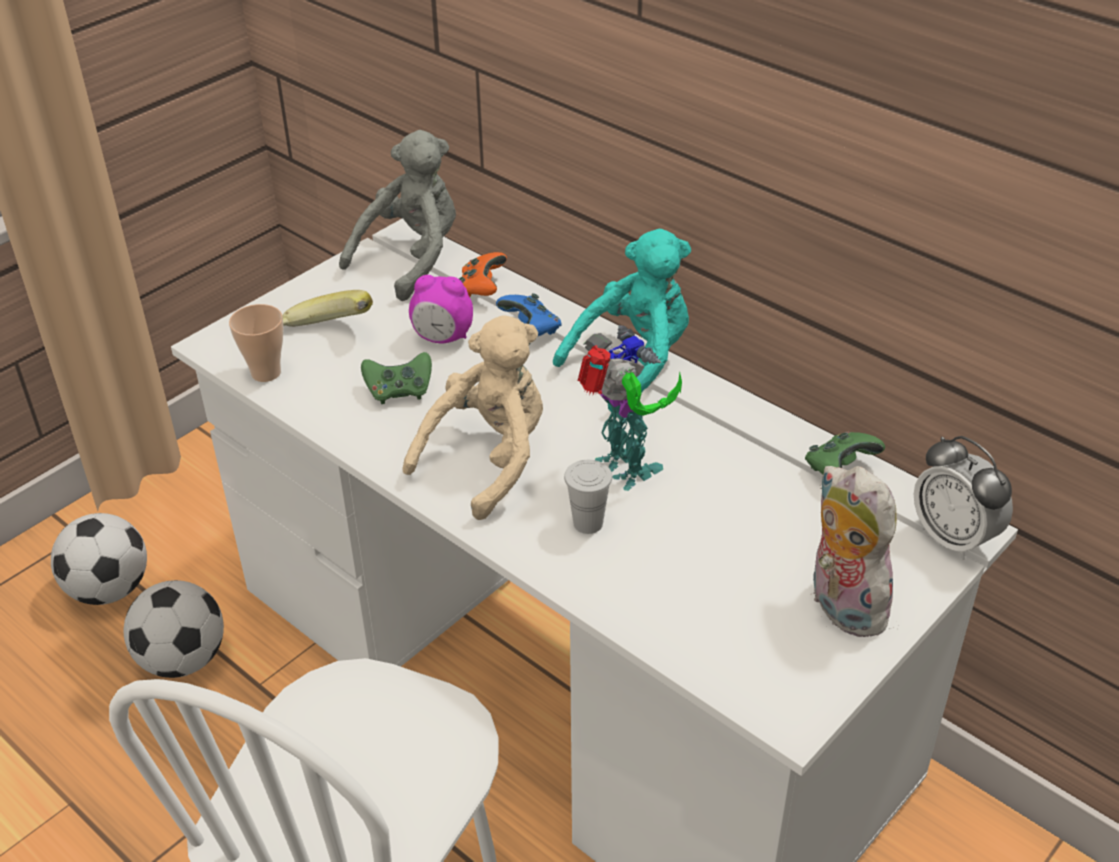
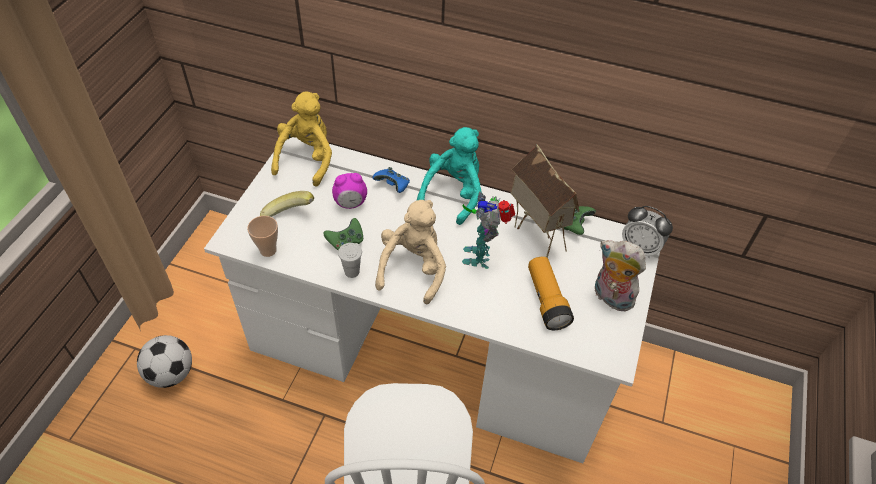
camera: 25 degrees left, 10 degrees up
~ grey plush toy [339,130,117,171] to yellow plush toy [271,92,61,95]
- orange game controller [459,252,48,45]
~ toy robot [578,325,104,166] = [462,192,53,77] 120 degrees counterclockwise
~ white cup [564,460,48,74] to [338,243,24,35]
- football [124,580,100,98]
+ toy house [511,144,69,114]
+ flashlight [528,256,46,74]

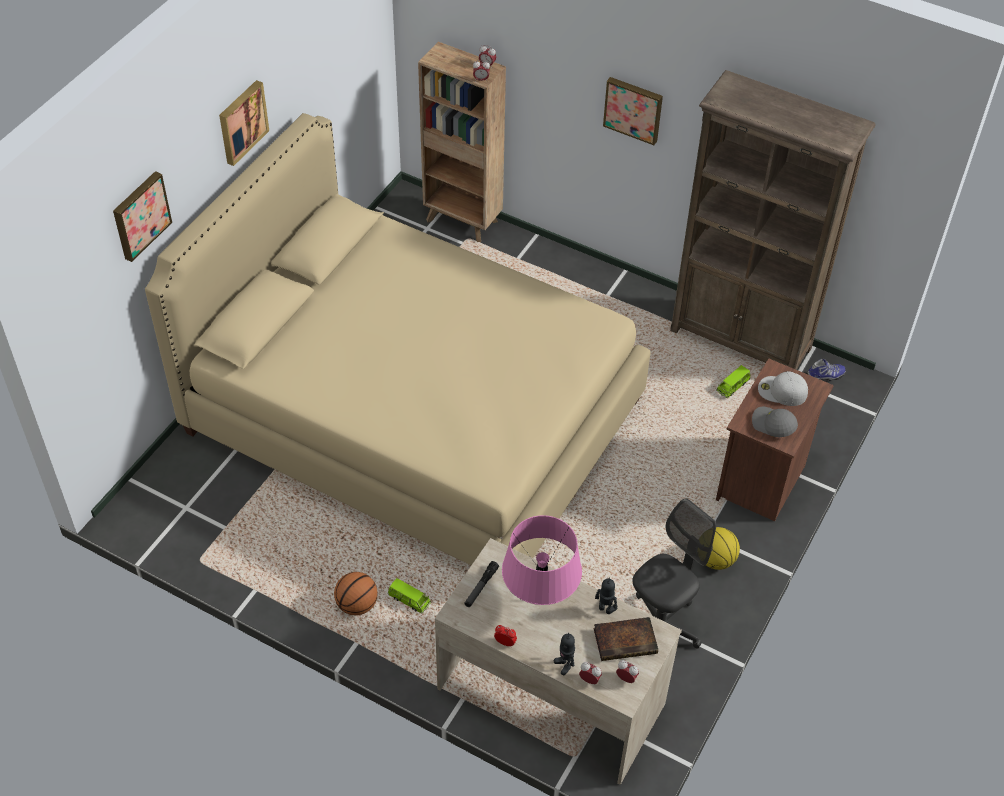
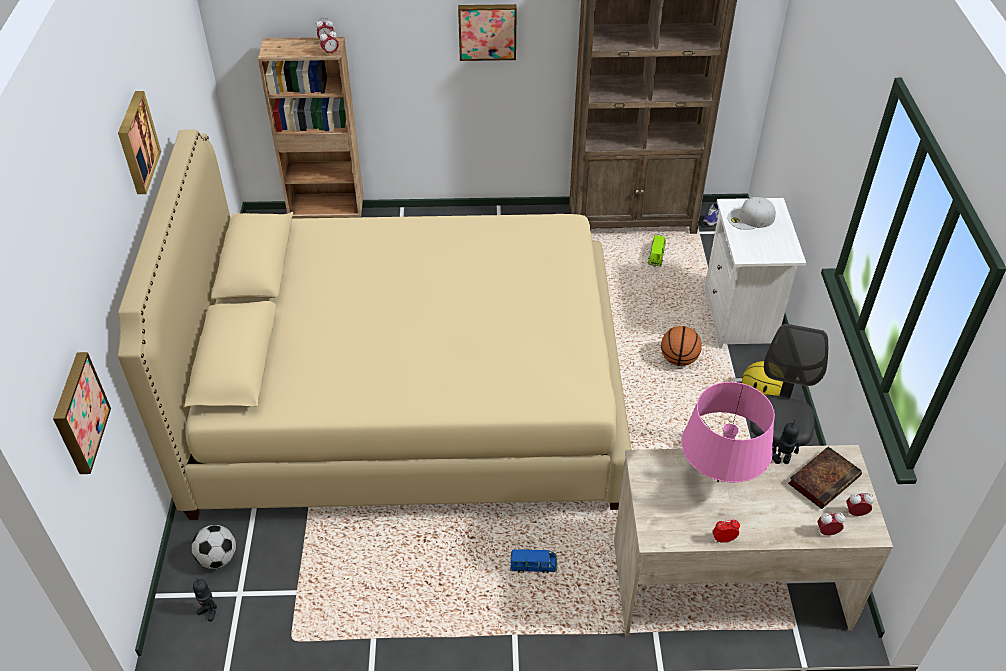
camera: 30 degrees left, 5 degrees down
~ picture [113,171,59,91] to [53,352,58,122]
~ brown nightstand [716,358,118,163] to white nightstand [704,198,102,150]
- grey cap [752,406,46,31]
- flashlight [464,561,35,46]
~ basketball [334,572,44,43] to [661,326,41,40]
~ green toy car [388,578,43,35] to blue toy car [510,549,47,24]
~ toy robot [554,633,21,42] to [193,578,24,44]
+ football [192,525,44,44]

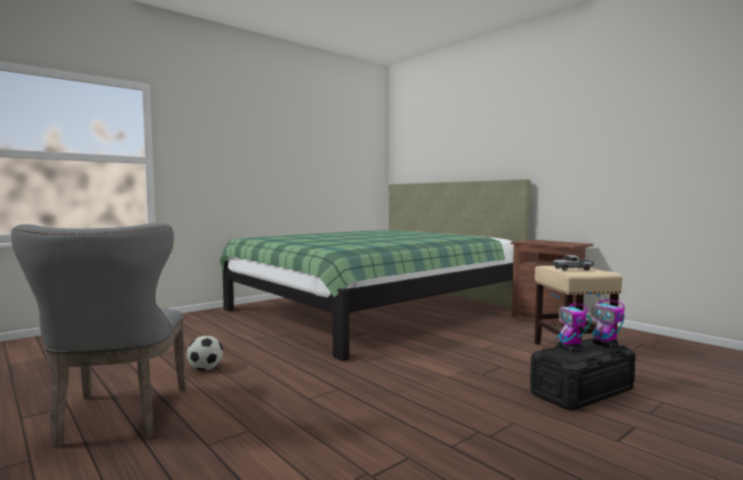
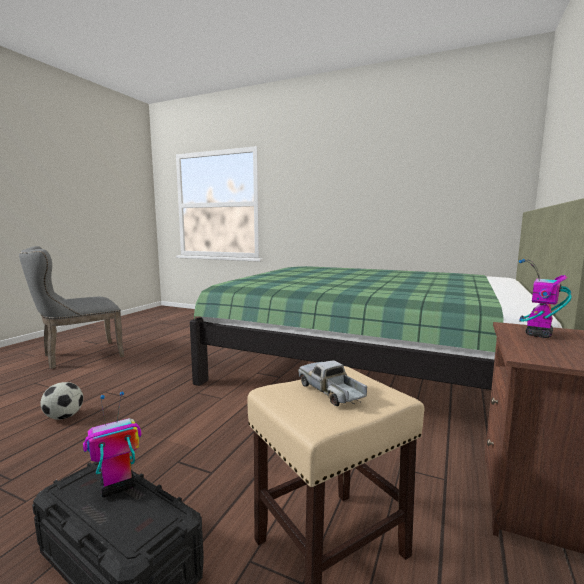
camera: 65 degrees right, 5 degrees up
~ toy robot [588,292,37,56] to [518,259,54,79]
~ football [187,336,36,34] to [41,382,42,38]

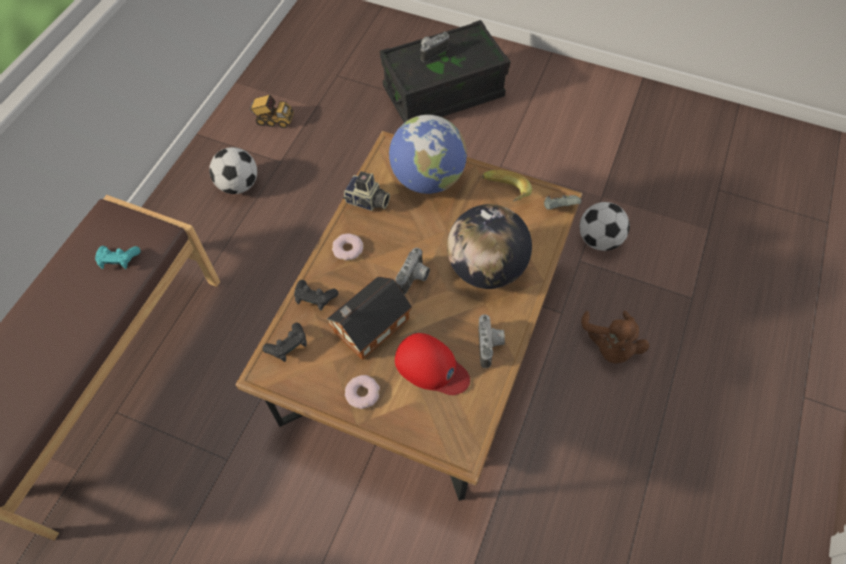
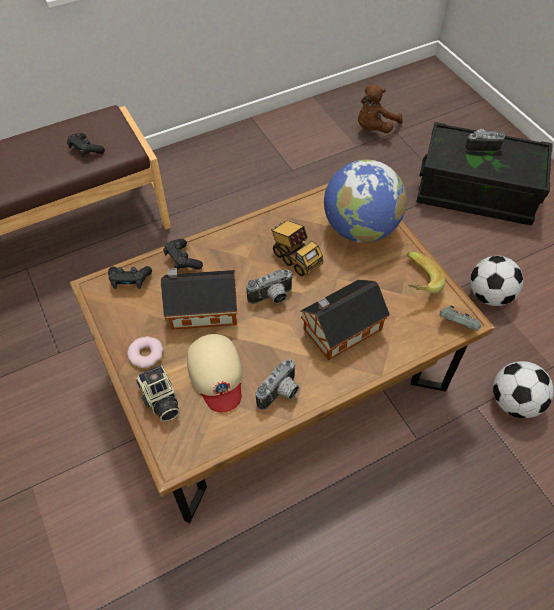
camera: 40 degrees right, 5 degrees down
~ toy truck [249,95,45,33] to [271,221,52,56]
~ football [209,147,48,47] to [470,256,53,50]
~ photo camera [343,171,47,40] to [136,365,44,57]
~ globe [447,204,85,85] to toy house [300,280,90,80]
- donut [332,233,32,27]
~ turquoise game controller [95,246,46,23] to black game controller [67,133,38,25]
~ brown plush toy [581,311,68,52] to [358,84,45,49]
~ red cap [395,333,75,62] to beige cap [187,334,56,78]

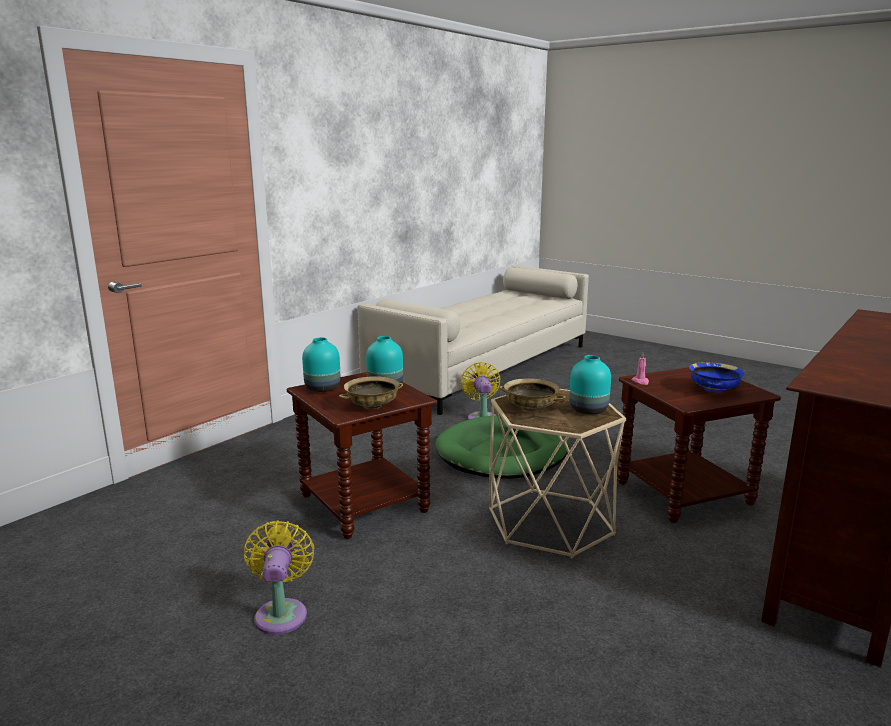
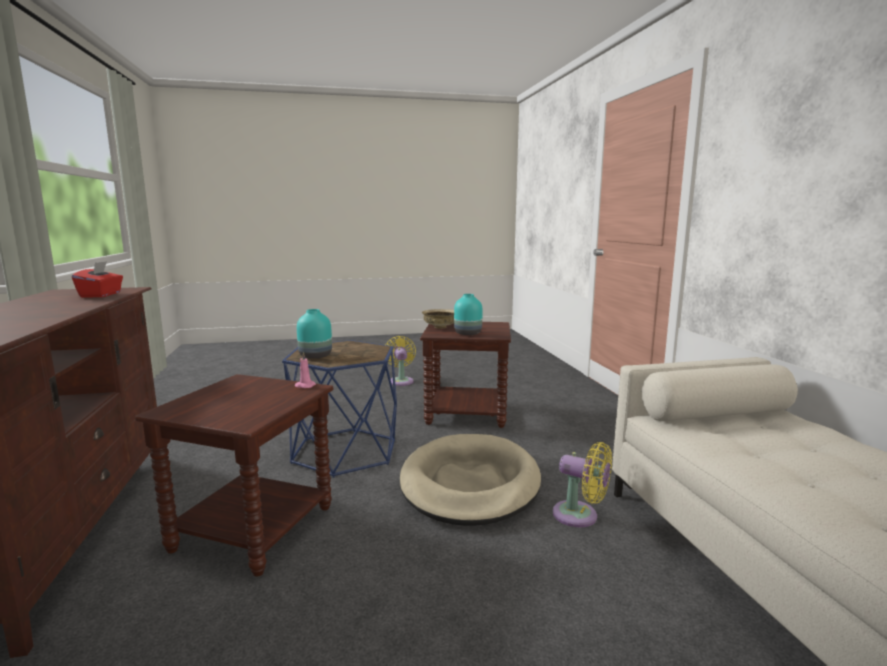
camera: 130 degrees right, 5 degrees down
- turquoise vase [302,337,38,55]
- blue bowl [689,362,56,31]
- beige bowl [499,378,67,34]
~ beige side table [489,389,137,170] to blue side table [282,340,115,138]
~ green dog bed [435,415,134,64] to beige dog bed [400,434,141,92]
~ yellow fan [244,521,70,114] = [386,336,30,50] 135 degrees counterclockwise
+ red tissue box [72,261,51,37]

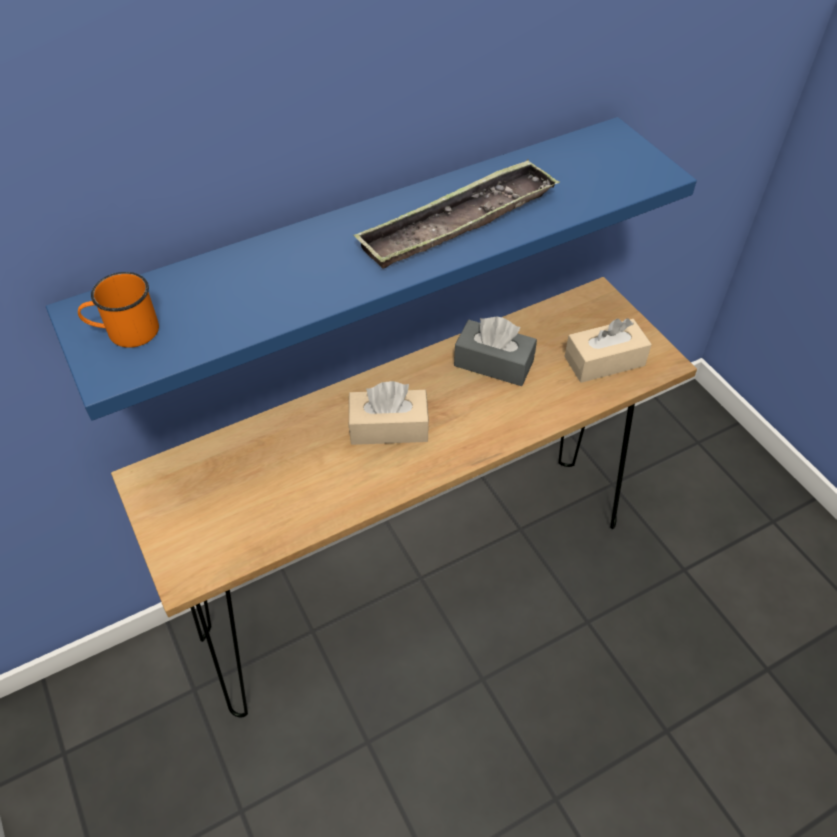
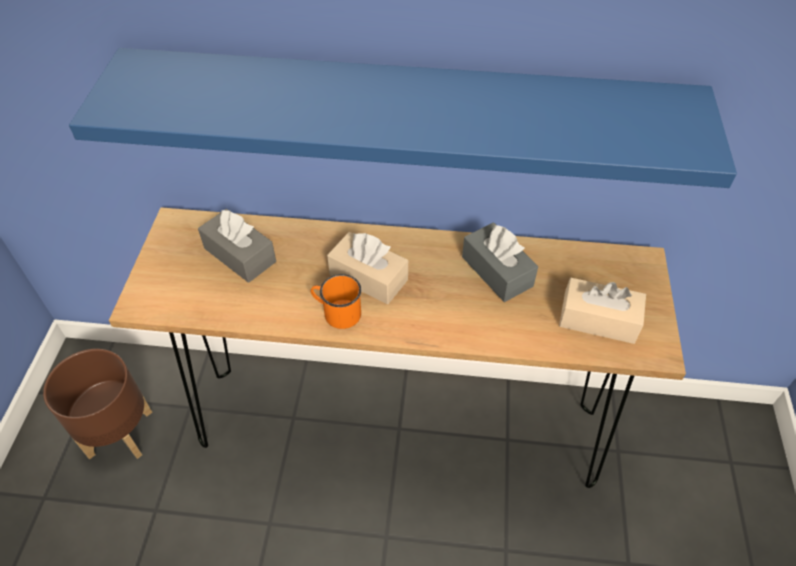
camera: 35 degrees right, 0 degrees up
- tray [353,159,207,110]
~ orange mug [78,272,81,76] to [310,274,51,55]
+ grey tissue box [198,209,78,74]
+ brown planter [43,349,109,110]

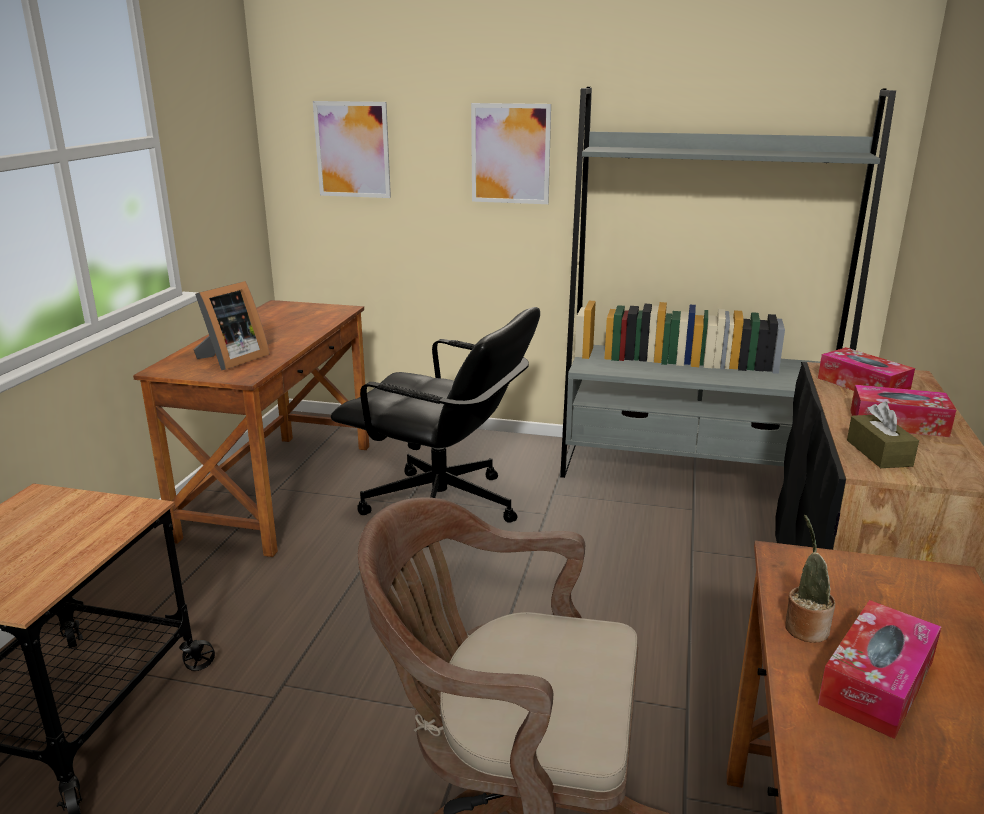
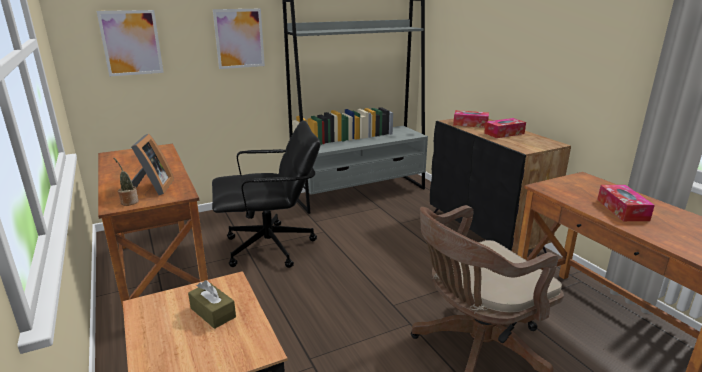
camera: 40 degrees left, 0 degrees up
~ brown tissue box [847,402,72,66] to [188,280,48,49]
~ potted plant [785,514,50,129] to [113,158,26,48]

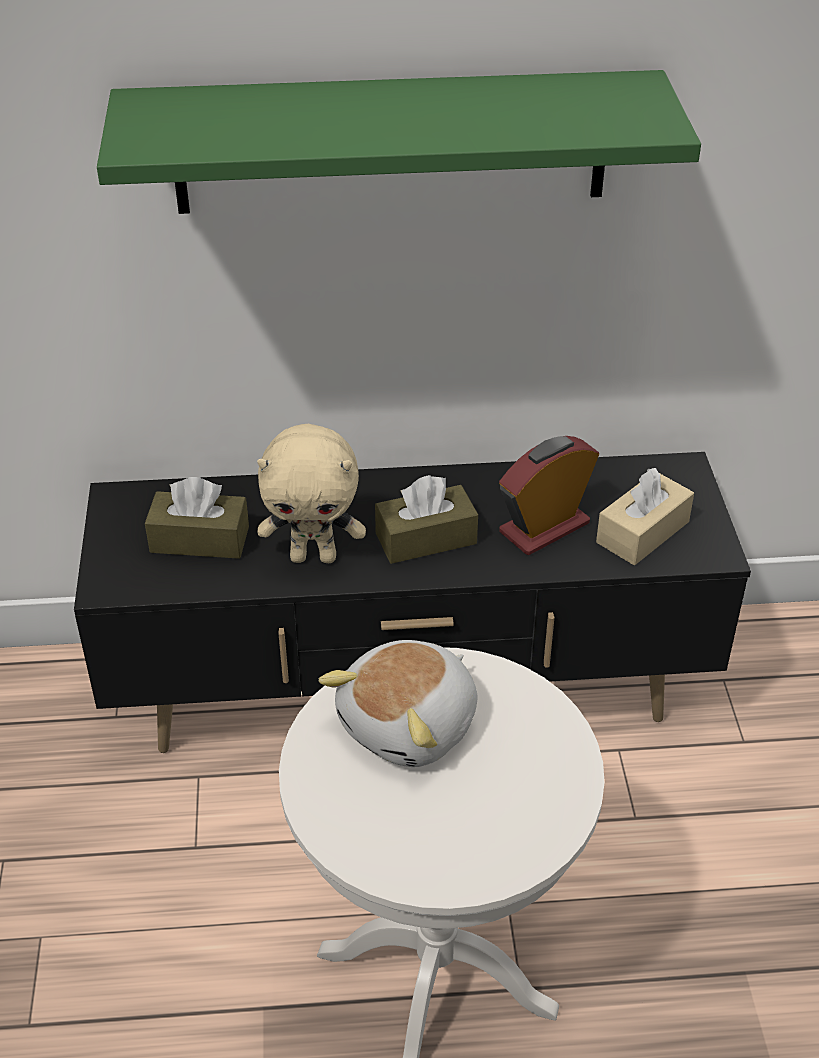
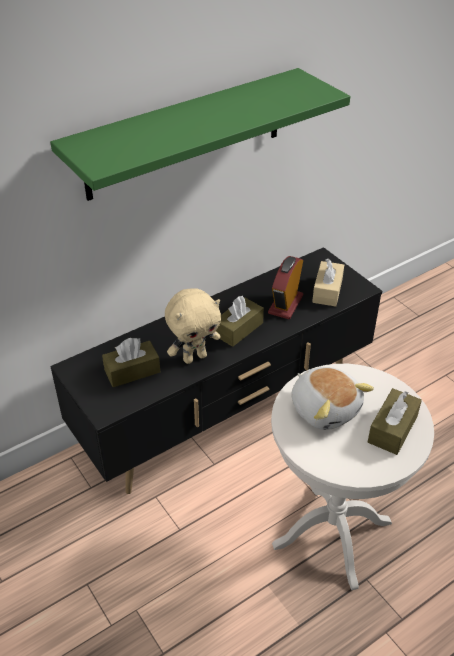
camera: 30 degrees left, 0 degrees up
~ plush toy [318,640,160,127] = [291,367,83,63] 45 degrees counterclockwise
+ brown tissue box [368,388,54,67]

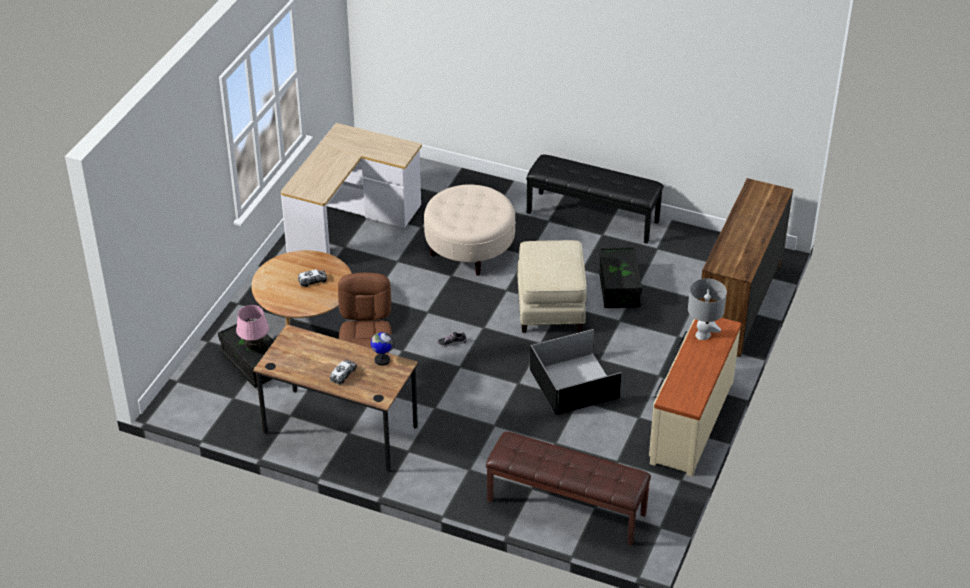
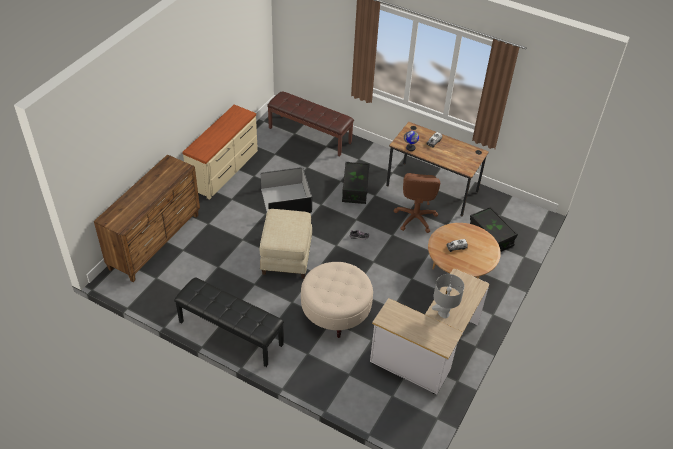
camera: 175 degrees left, 5 degrees up
~ black storage box [598,247,44,61] to [342,162,27,42]
~ grey table lamp [688,278,39,62] to [432,274,32,44]
- pink table lamp [236,305,33,45]

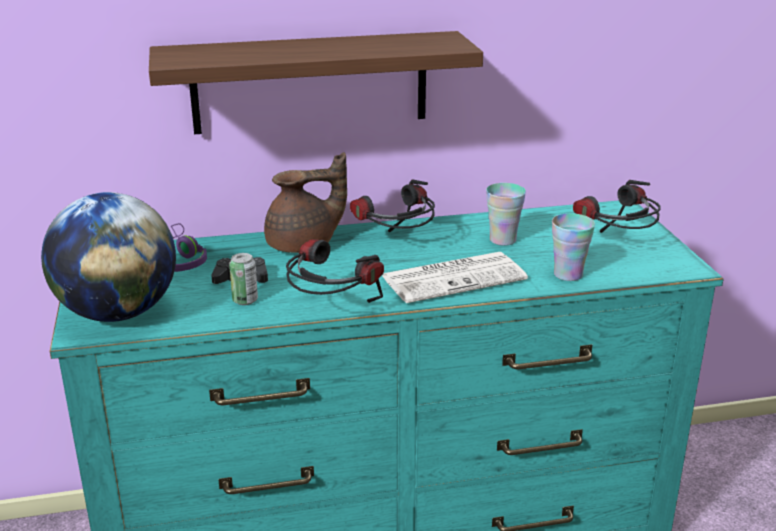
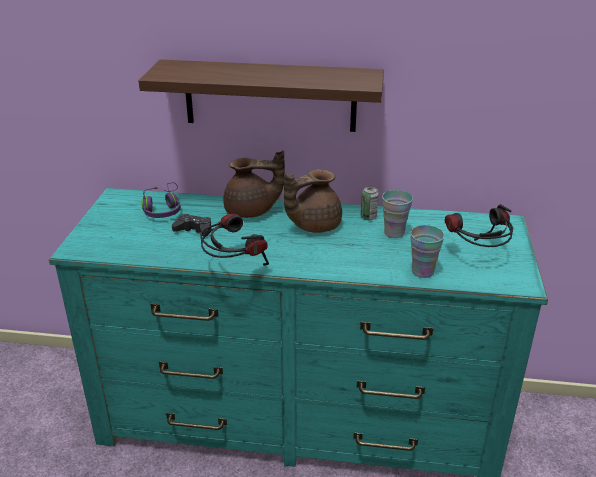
camera: 20 degrees right, 5 degrees up
~ headphones [350,179,85,53] to brown teapot [284,169,58,64]
- globe [41,192,135,130]
- newspaper [382,252,146,51]
~ can [229,253,29,52] to [361,186,18,34]

